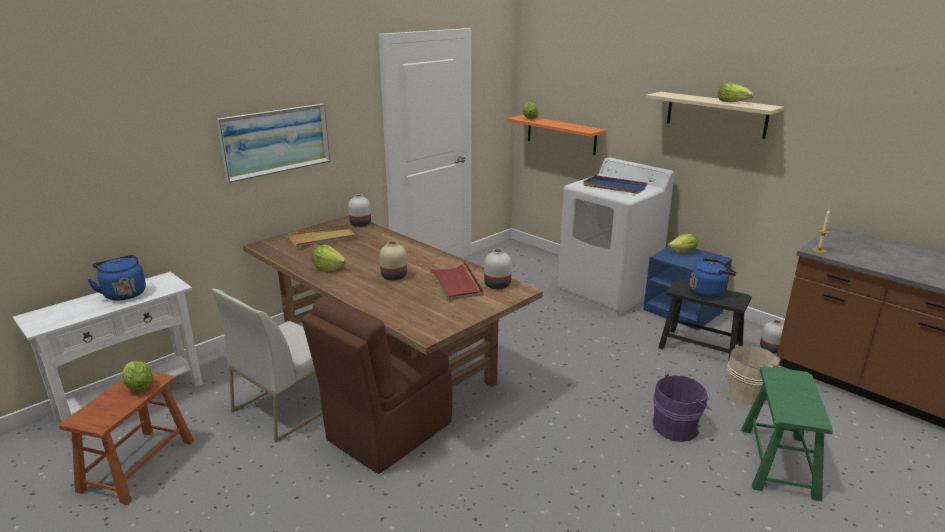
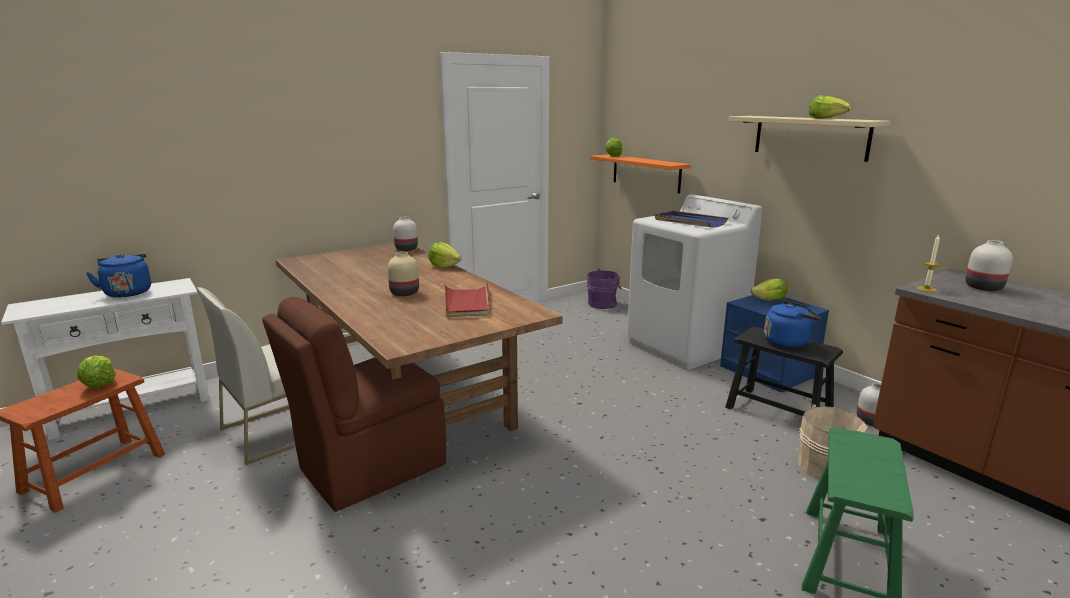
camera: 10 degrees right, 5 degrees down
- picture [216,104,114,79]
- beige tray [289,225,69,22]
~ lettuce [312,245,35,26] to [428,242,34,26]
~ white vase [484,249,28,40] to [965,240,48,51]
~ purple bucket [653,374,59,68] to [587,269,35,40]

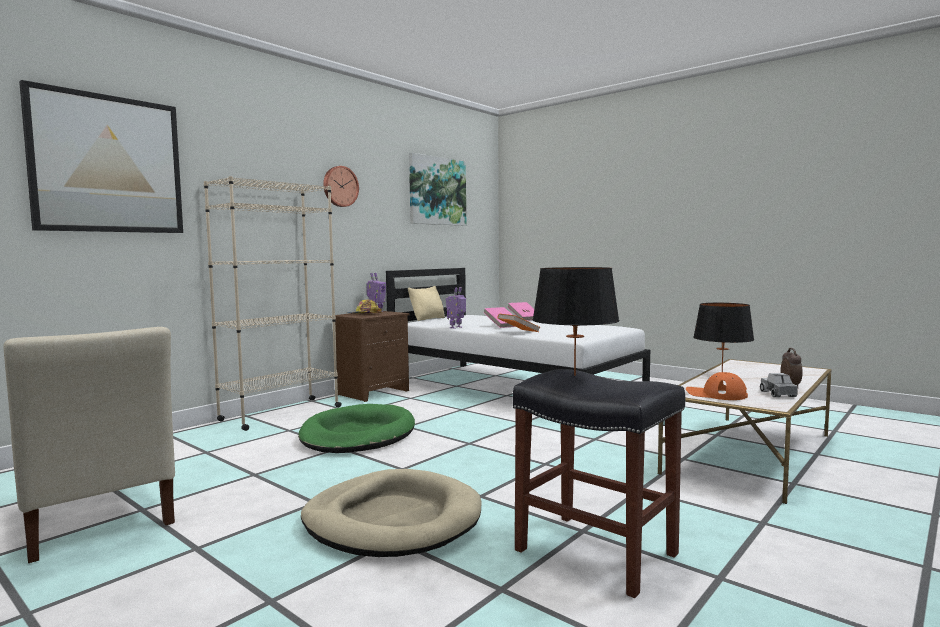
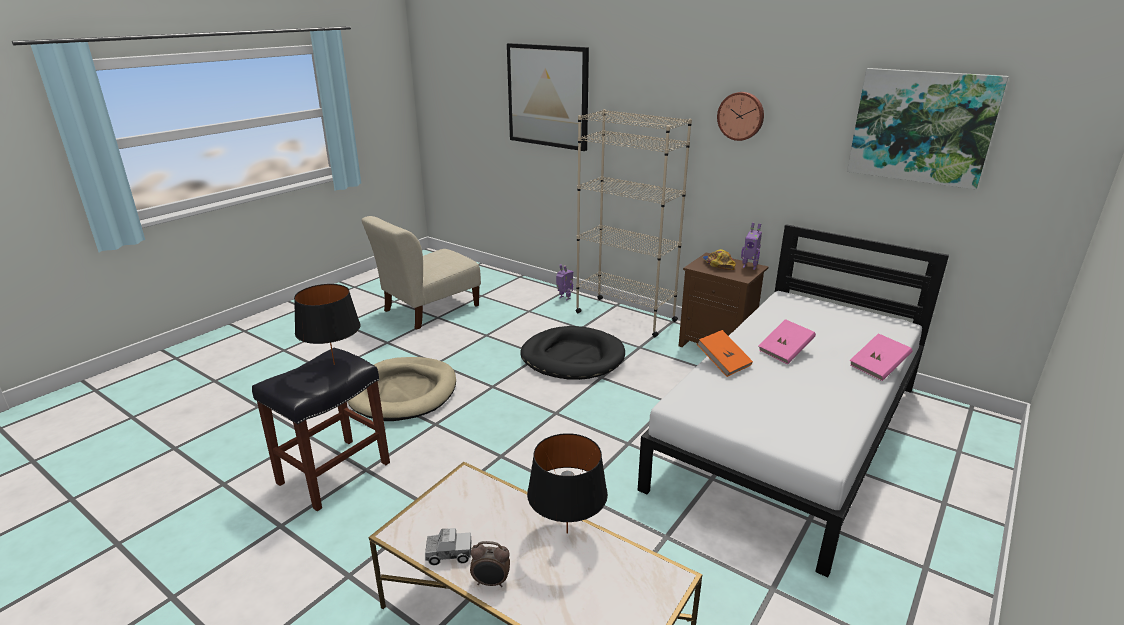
camera: 85 degrees right, 20 degrees up
- beige pillow [408,286,37,35]
~ toy robot [446,287,20,42] to [556,264,17,36]
- orange cap [686,372,62,28]
~ green dog bed [298,404,117,49] to black dog bed [520,326,105,54]

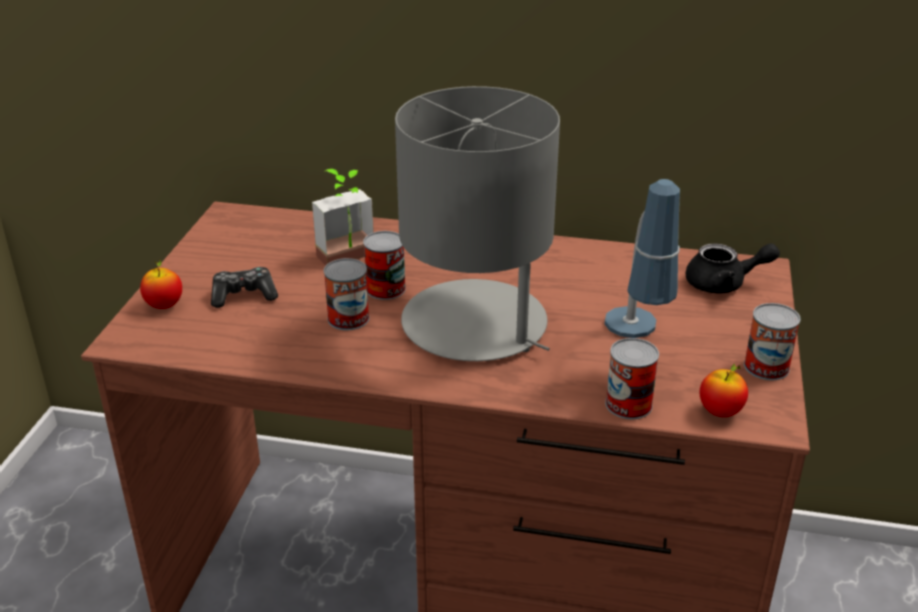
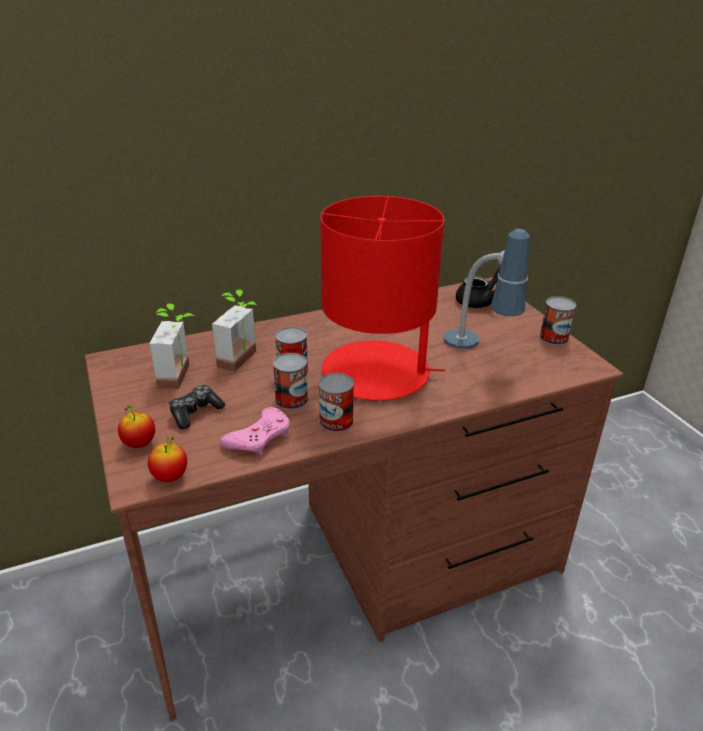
camera: 35 degrees left, 0 degrees up
~ grey table lamp [395,86,165,275] to red table lamp [320,196,125,204]
~ can [605,338,54,81] to [318,373,36,60]
~ apple [700,364,48,53] to [148,437,39,45]
+ potted plant [149,303,45,86]
+ pink game controller [220,407,70,48]

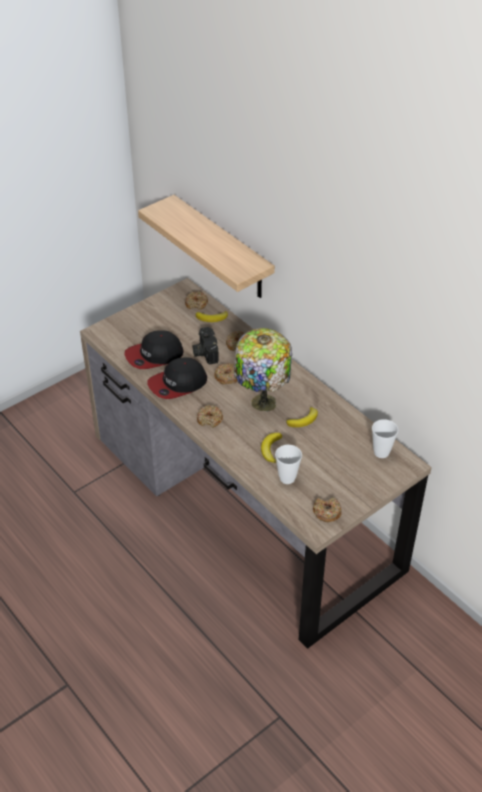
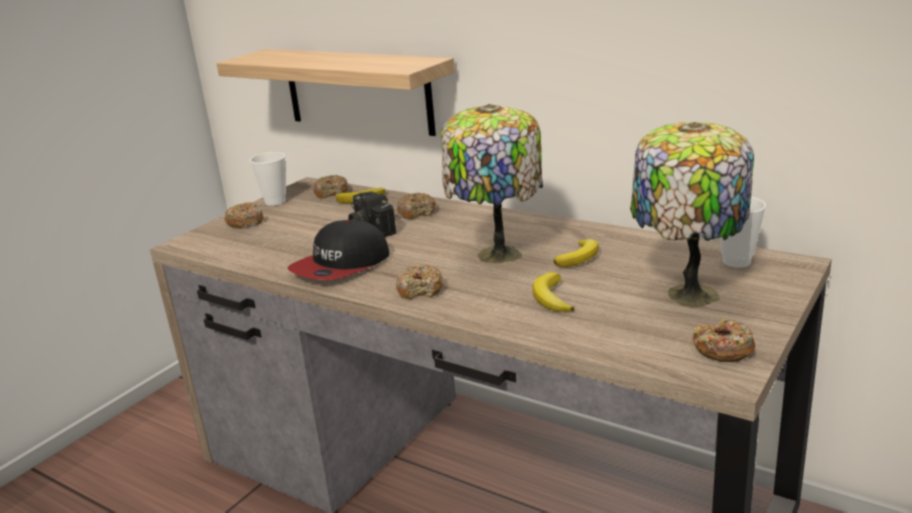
camera: 15 degrees left, 20 degrees down
- cap [124,330,60,39]
~ donut [214,363,24,21] to [224,202,39,27]
~ cup [275,445,27,39] to [250,152,36,54]
+ table lamp [630,122,124,186]

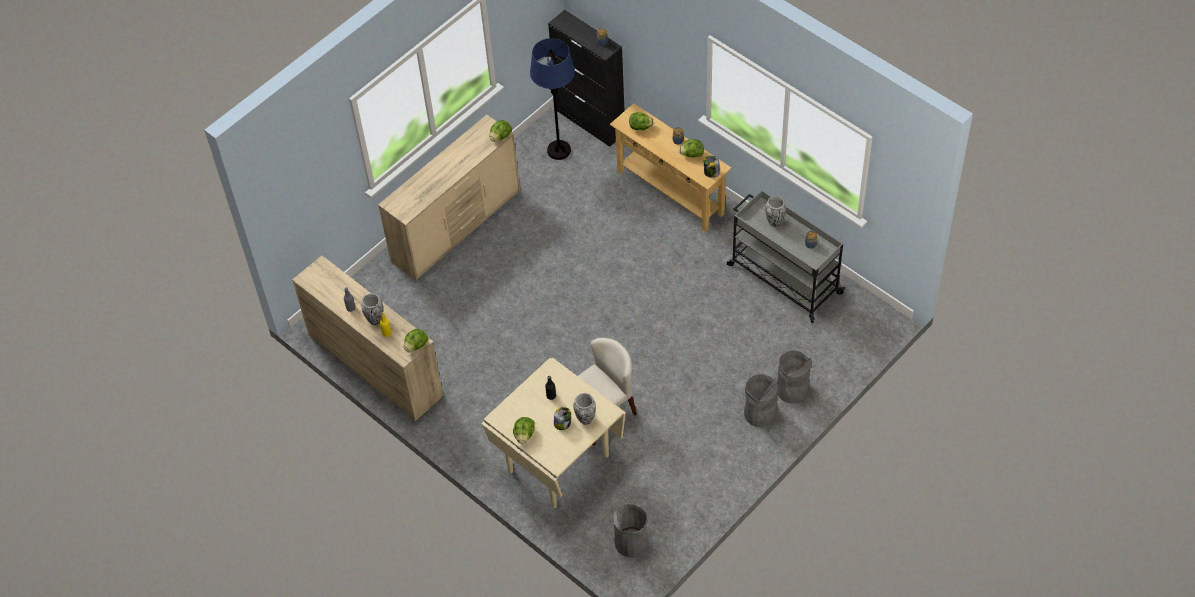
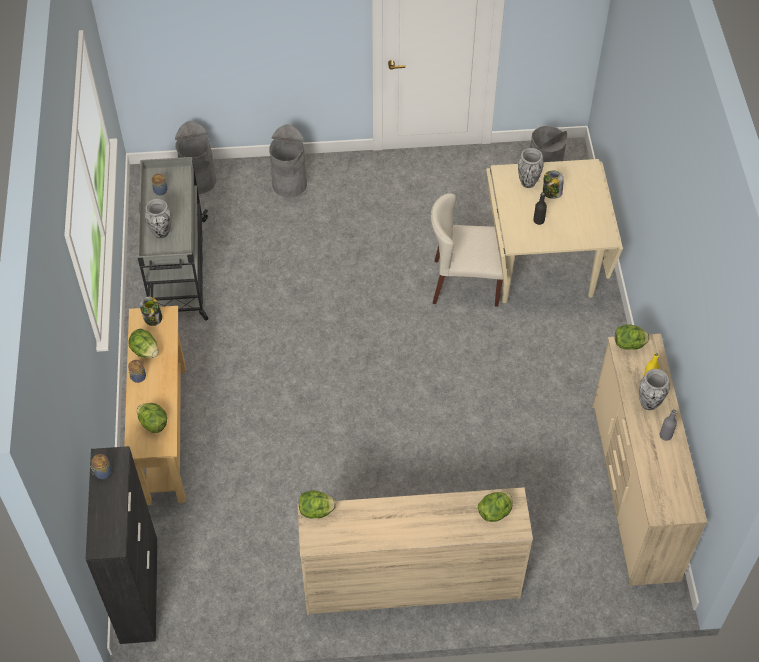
camera: 140 degrees left, 0 degrees up
- blue floor lamp [530,38,45,122]
~ grey trash can [744,374,34,53] to [175,121,41,73]
~ lettuce [513,417,22,27] to [478,492,35,30]

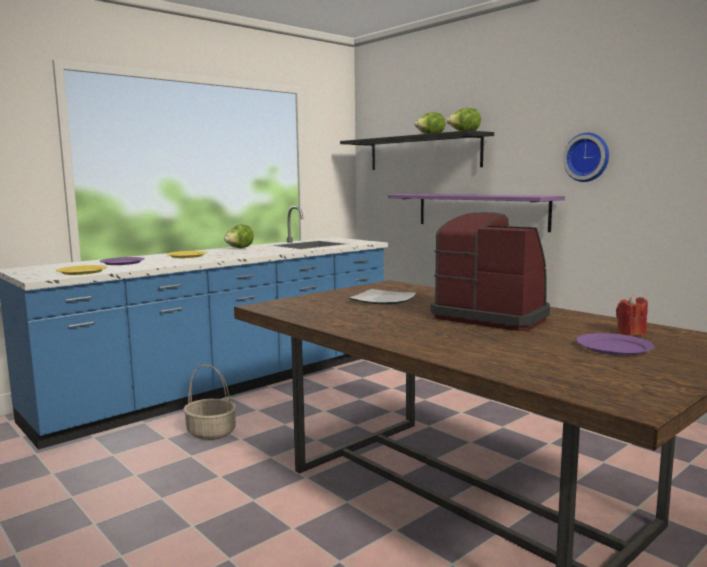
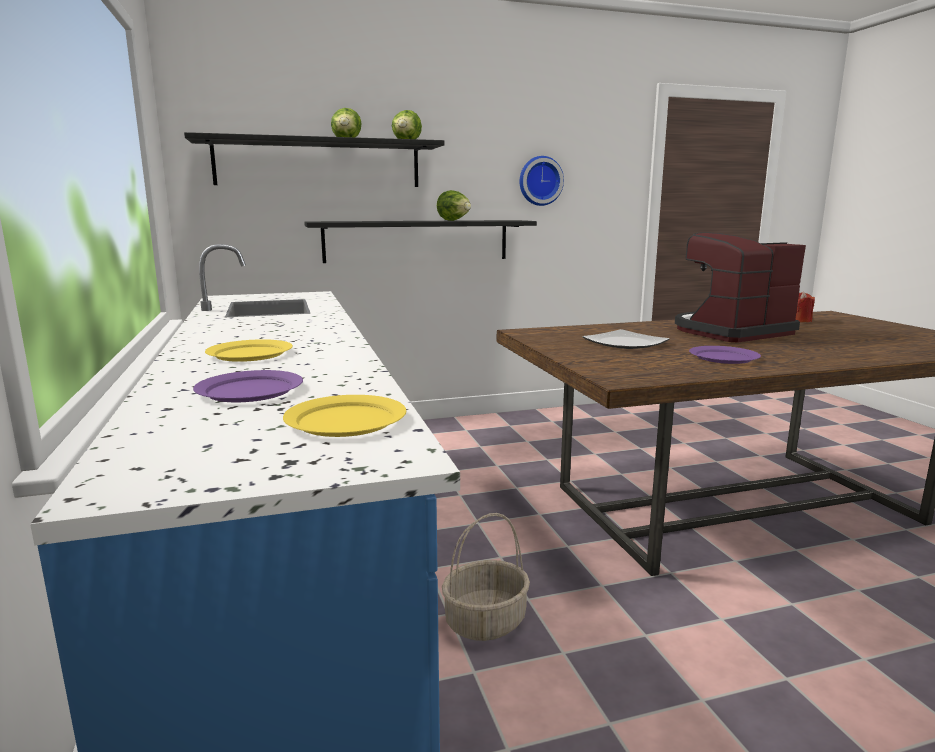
camera: 65 degrees left, 5 degrees up
~ purple shelf [388,194,177,38] to black shelf [304,220,233,43]
~ lettuce [224,224,30,24] to [437,190,34,31]
~ purple plate [576,333,78,23] to [689,346,72,18]

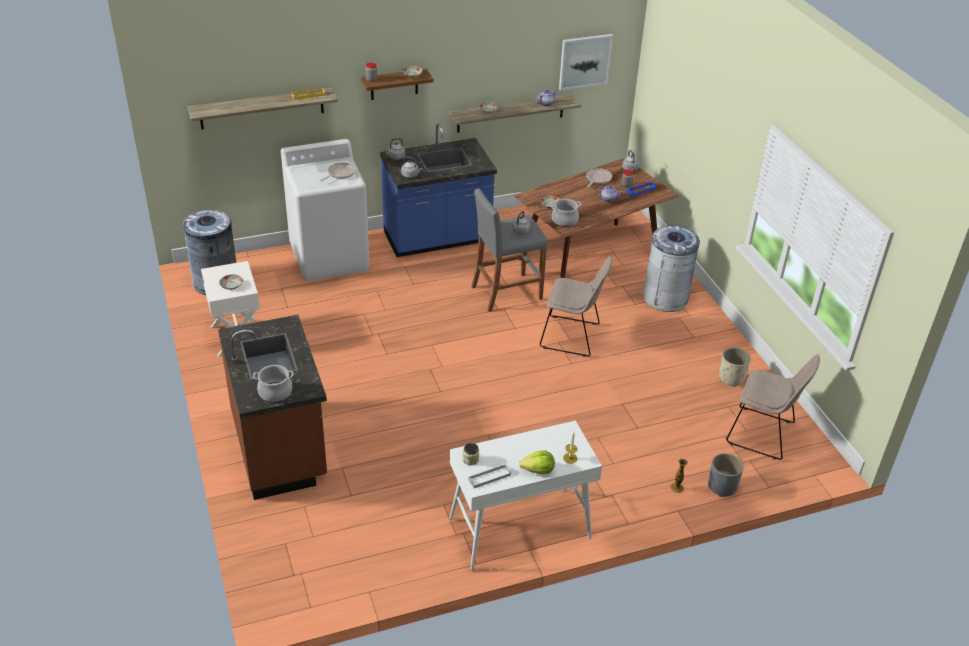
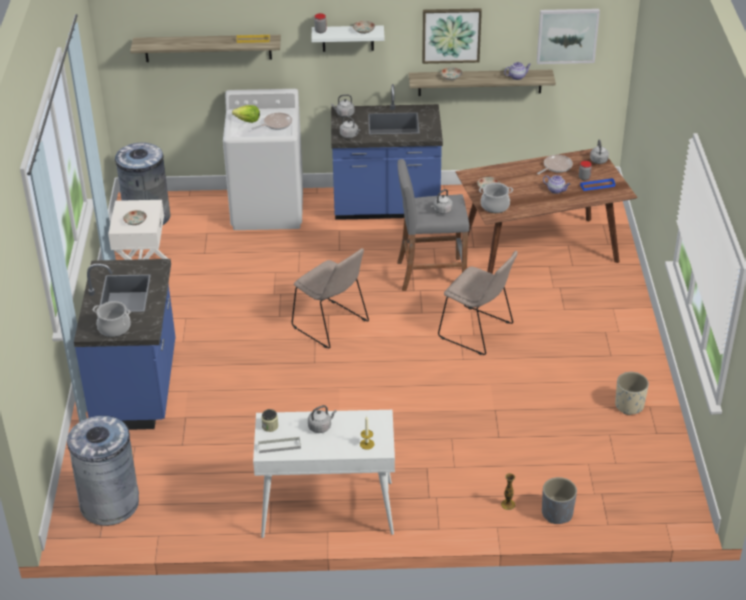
camera: 20 degrees right, 0 degrees up
~ brown shelf [361,69,72,31] to white shelf [312,26,73,26]
~ grey trash can [643,226,57,86] to [67,416,72,110]
~ brown counter [218,315,109,185] to blue counter [74,259,101,171]
~ beige chair [726,354,94,106] to [292,248,77,101]
~ lettuce [519,450,36,24] to [232,105,28,18]
+ picture [422,8,60,56]
+ grey kettle [308,405,29,28]

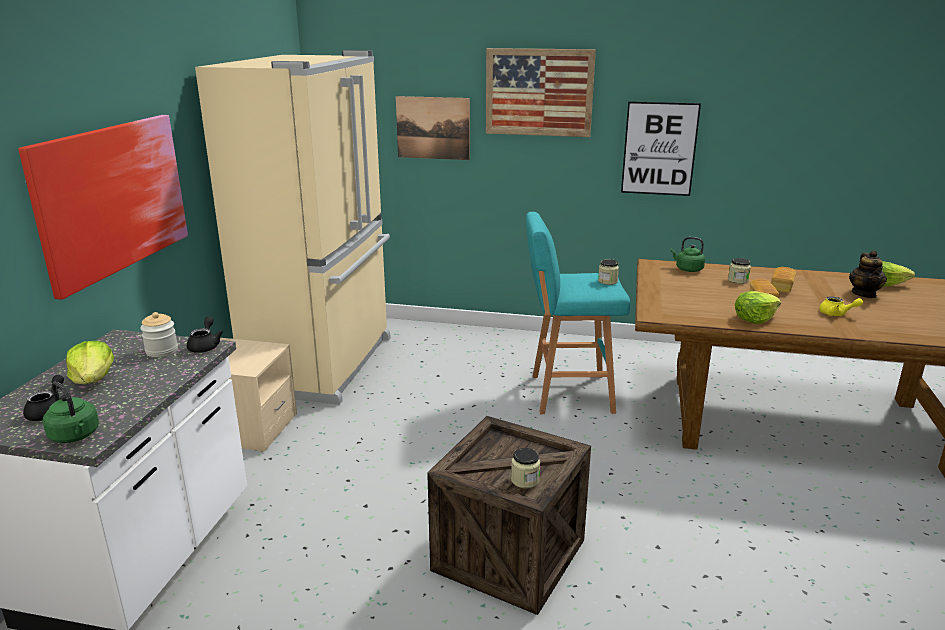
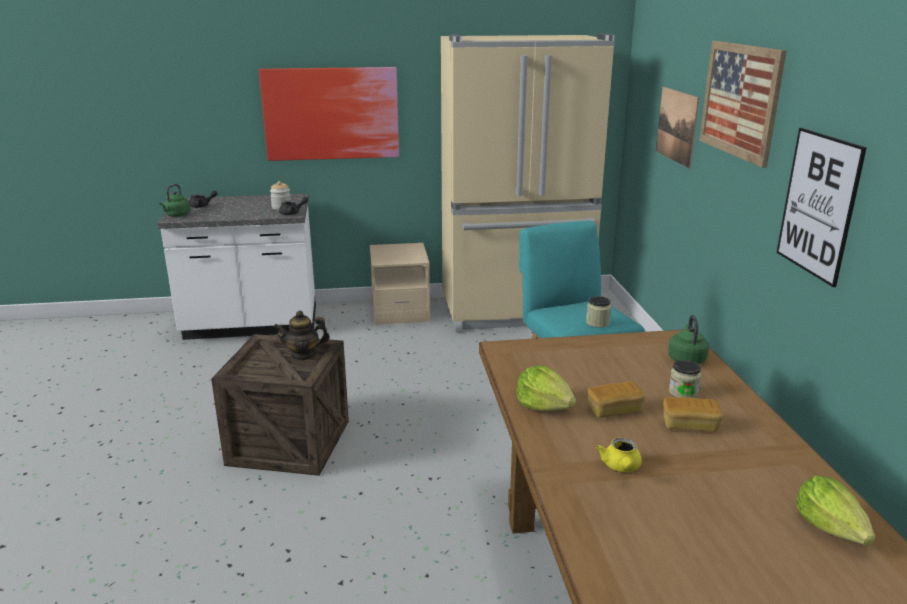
camera: 70 degrees right, 0 degrees up
~ teapot [849,250,38,48] to [274,311,56,50]
- lettuce [66,341,48,43]
- jar [511,448,29,40]

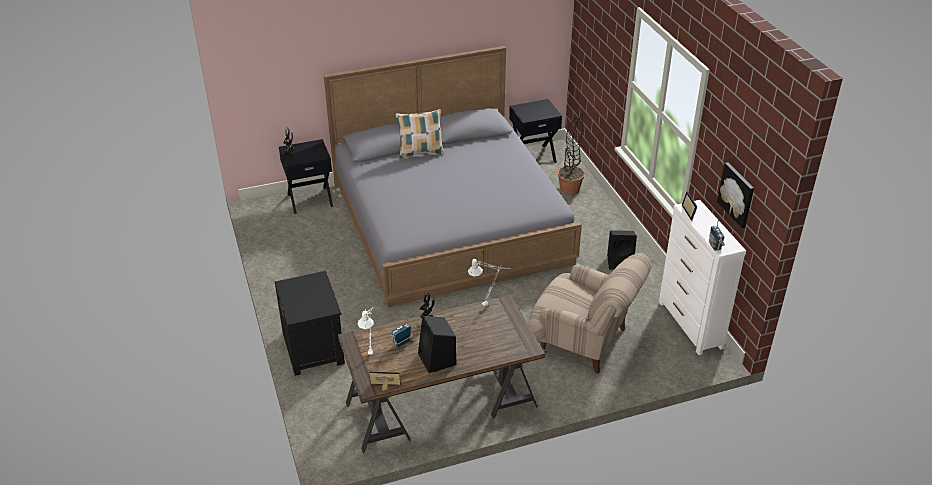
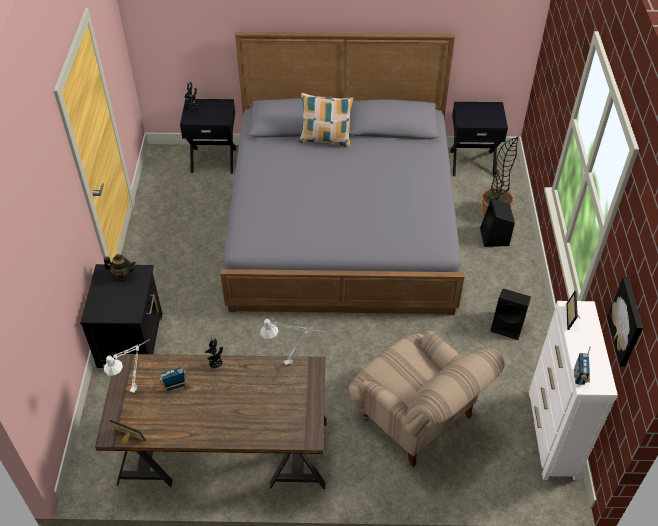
camera: 20 degrees right, 10 degrees up
~ black speaker [418,316,38,57] to [480,198,35,49]
+ teapot [104,254,32,27]

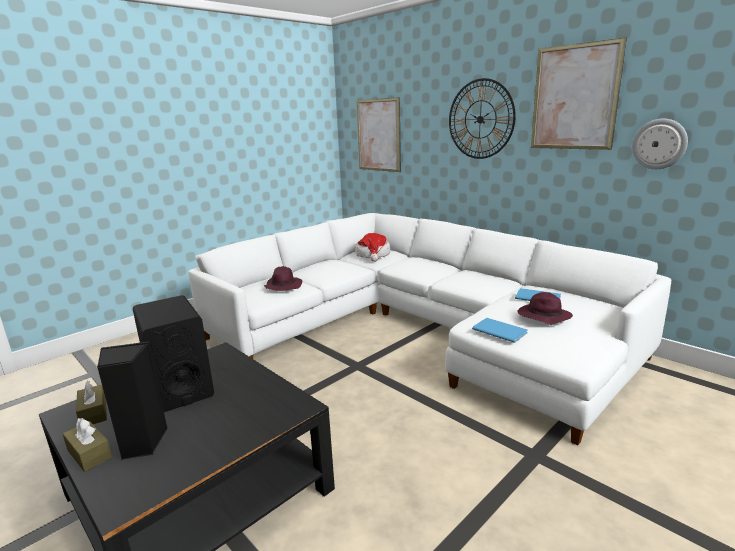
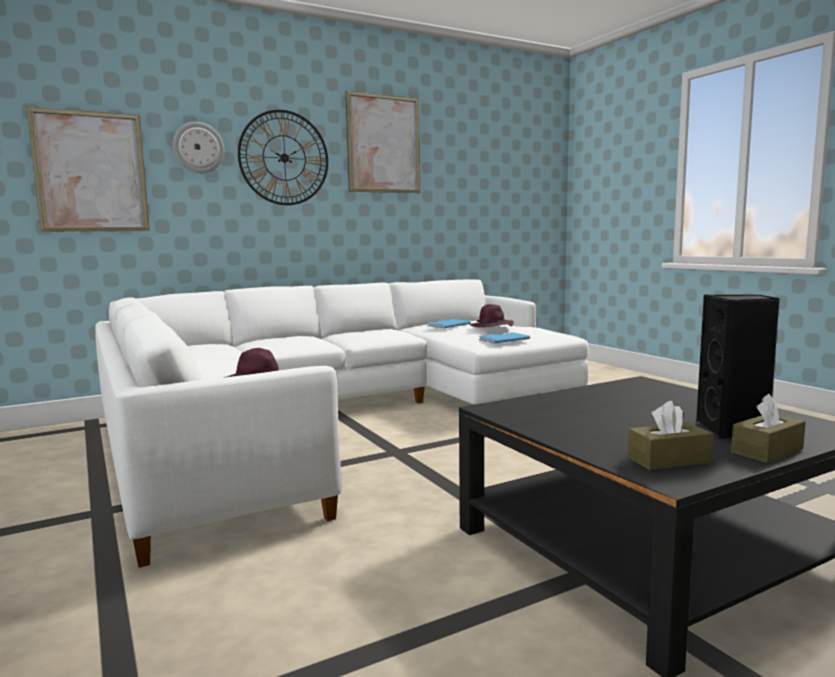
camera: 75 degrees left, 10 degrees down
~ wall clock [632,119,56,50] to [173,122,51,51]
- hat [355,233,35,29]
- black speaker [133,295,81,117]

